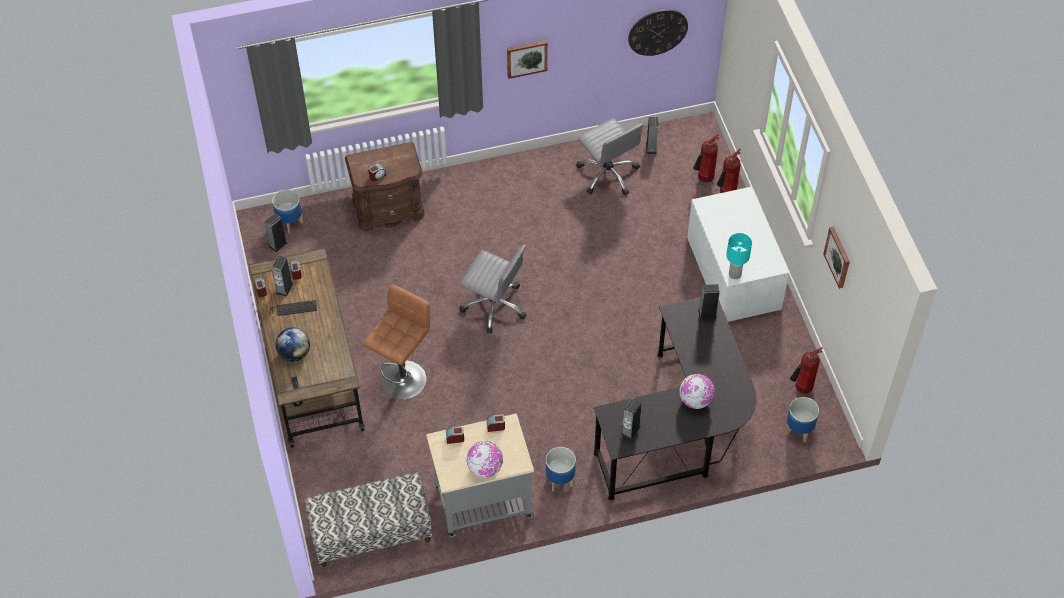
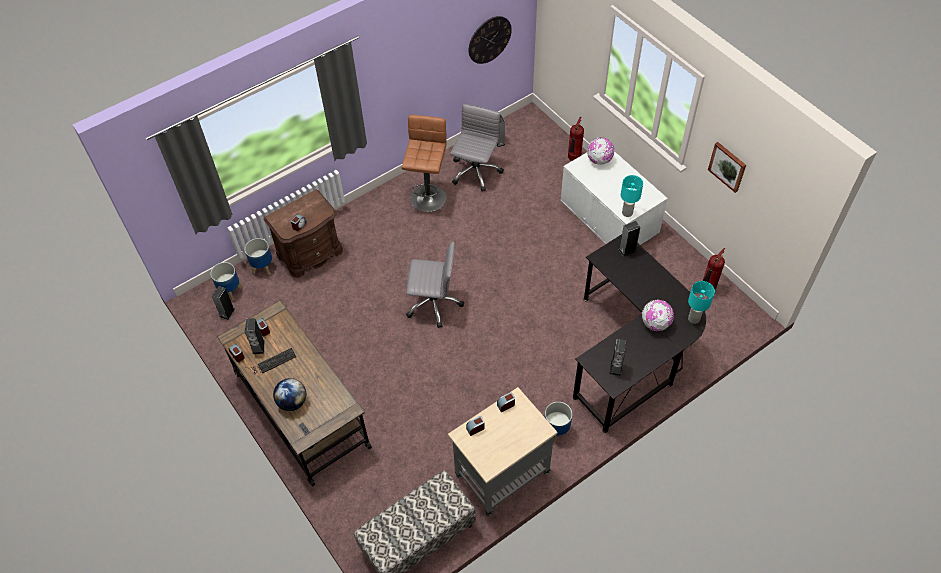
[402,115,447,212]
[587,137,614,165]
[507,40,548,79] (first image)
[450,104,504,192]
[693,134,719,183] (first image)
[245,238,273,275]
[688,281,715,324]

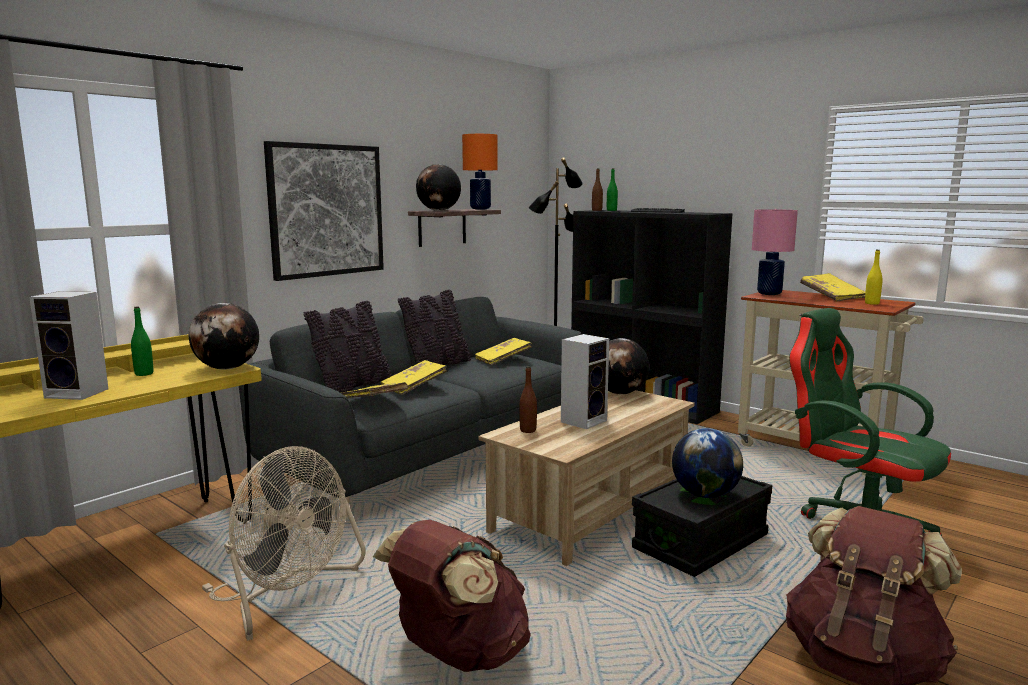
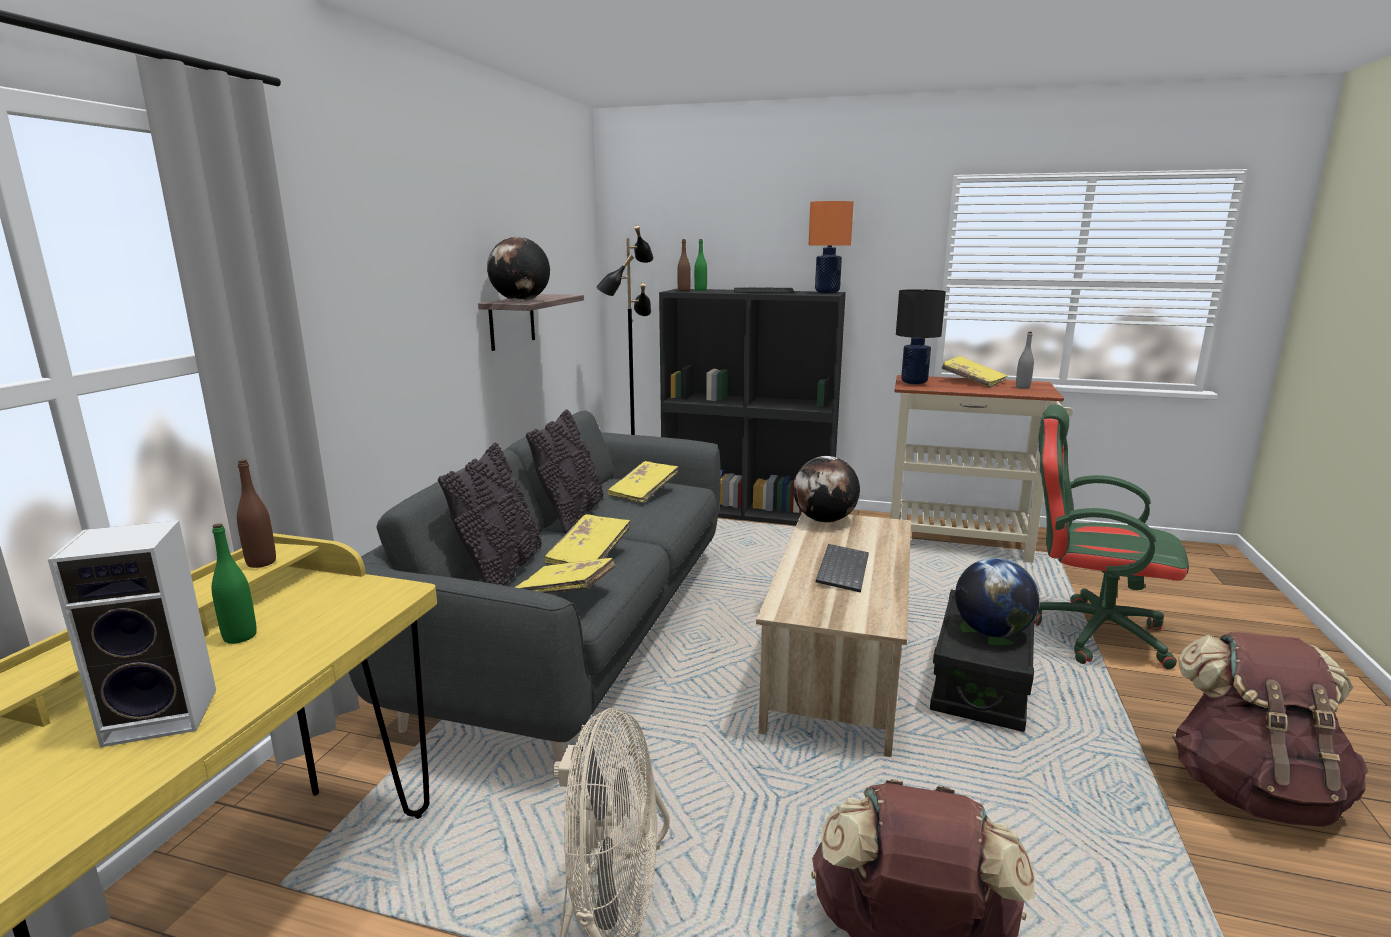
[188,303,259,370] (first image)
[264,141,384,281] (first image)
[809,201,854,293]
[237,459,276,568]
[816,544,869,593]
[896,289,946,385]
[1016,332,1034,389]

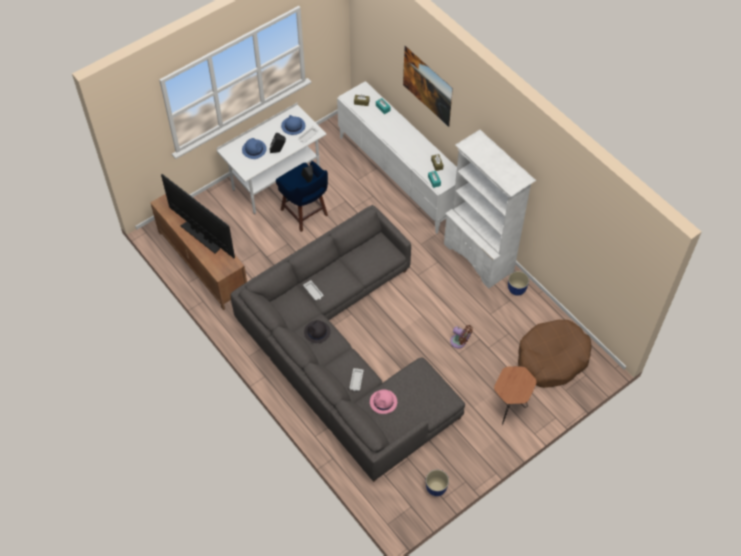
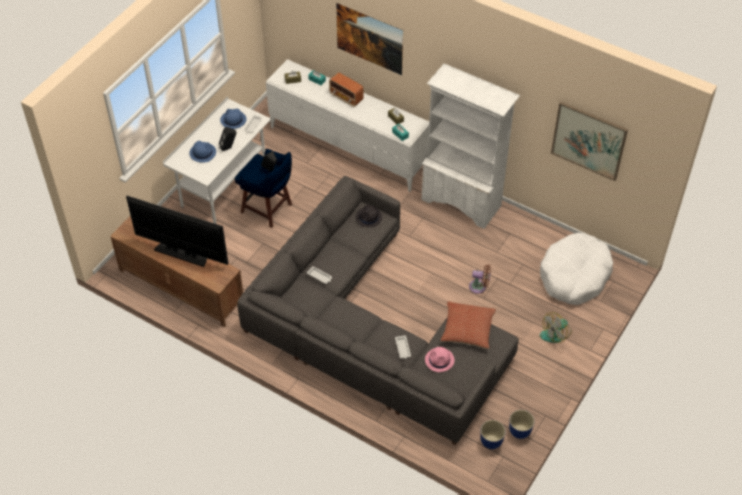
[355,205,382,227]
[540,312,572,343]
[480,420,506,449]
[540,233,613,305]
[329,72,363,107]
[441,301,496,349]
[551,101,628,181]

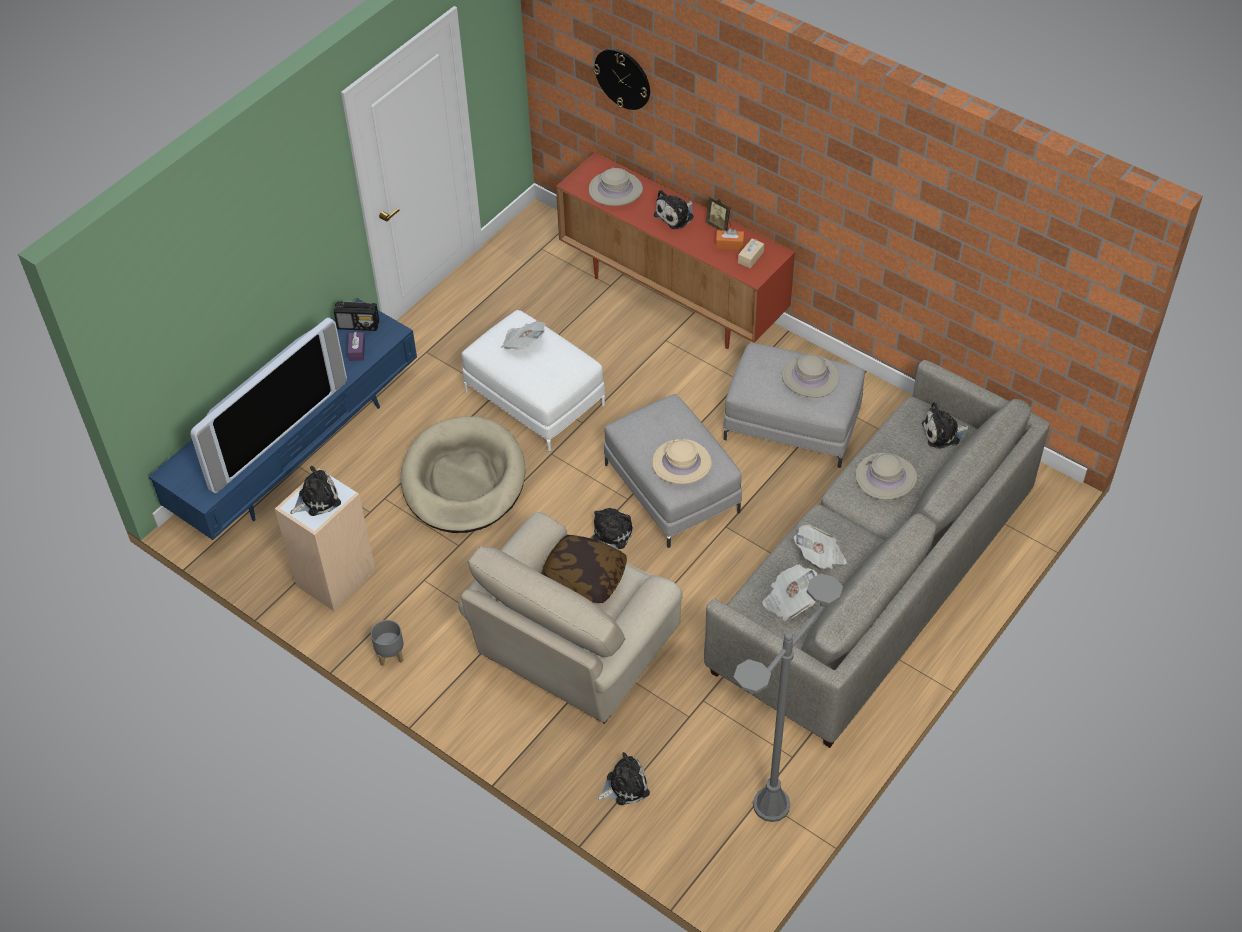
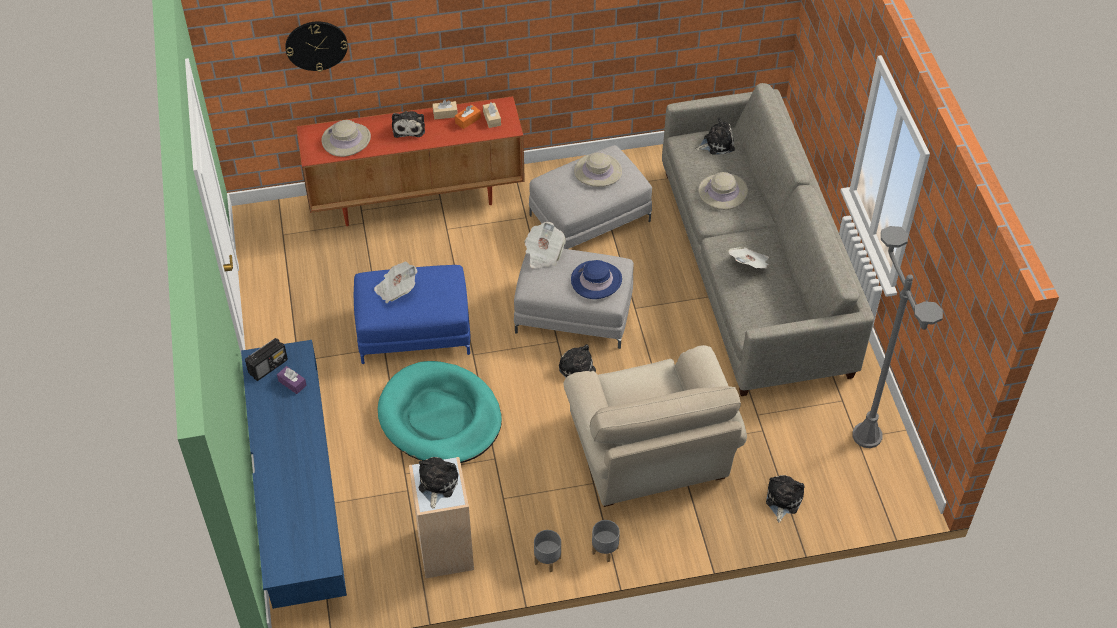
[190,318,347,493] (first image)
[378,361,502,463]
[354,265,470,364]
[541,535,627,603] (first image)
[571,260,622,299]
[433,100,458,119]
[525,222,566,269]
[696,117,735,154]
[592,520,620,562]

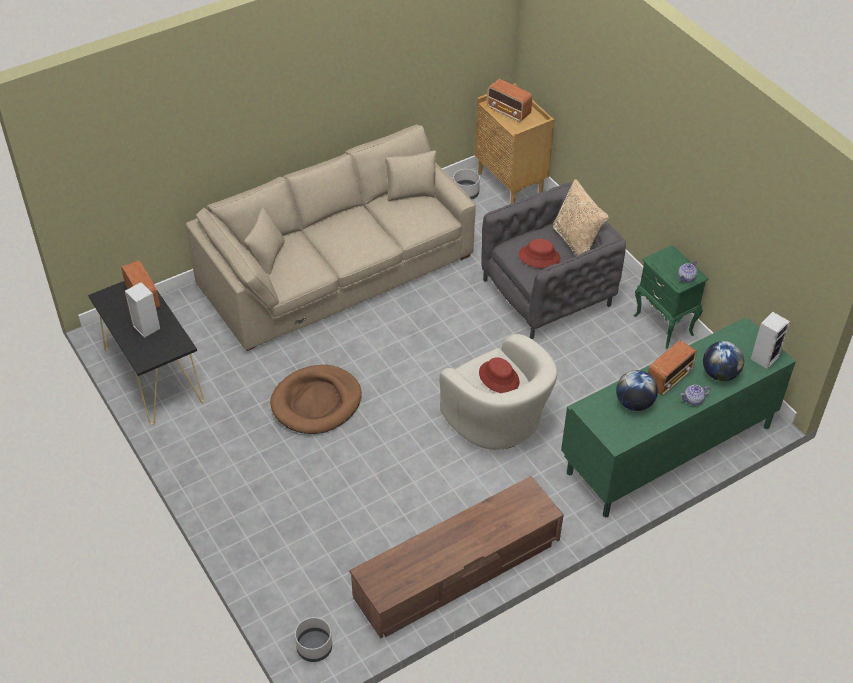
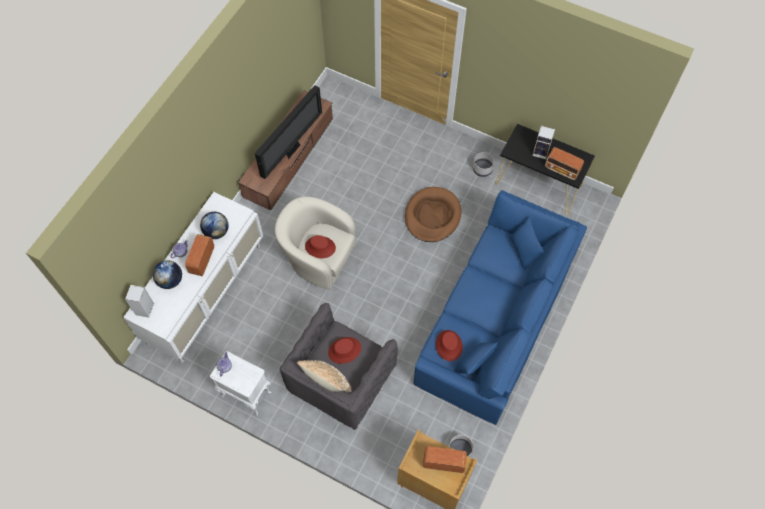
[414,190,587,425]
[473,152,494,177]
[123,192,263,363]
[210,351,271,416]
[255,85,322,179]
[436,330,463,361]

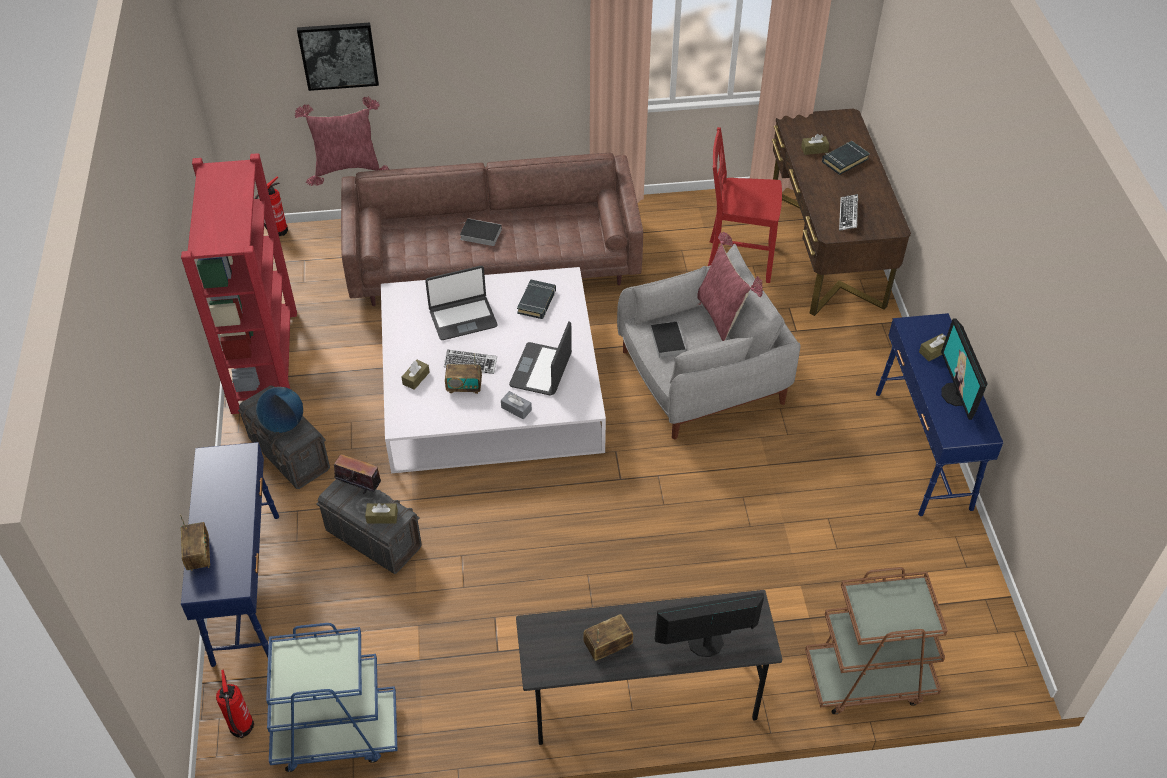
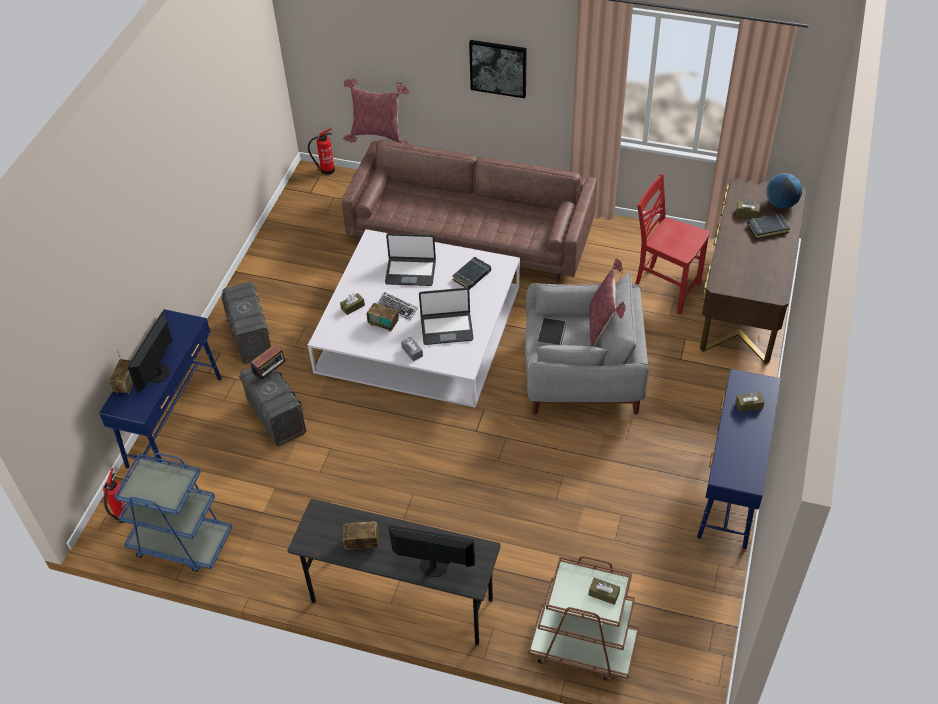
[181,153,297,414] (first image)
[766,173,802,209]
[469,40,527,98]
[251,344,287,380]
[589,578,620,605]
[460,218,502,246] (first image)
[419,288,474,345]
[839,194,858,231] (first image)
[128,312,173,393]

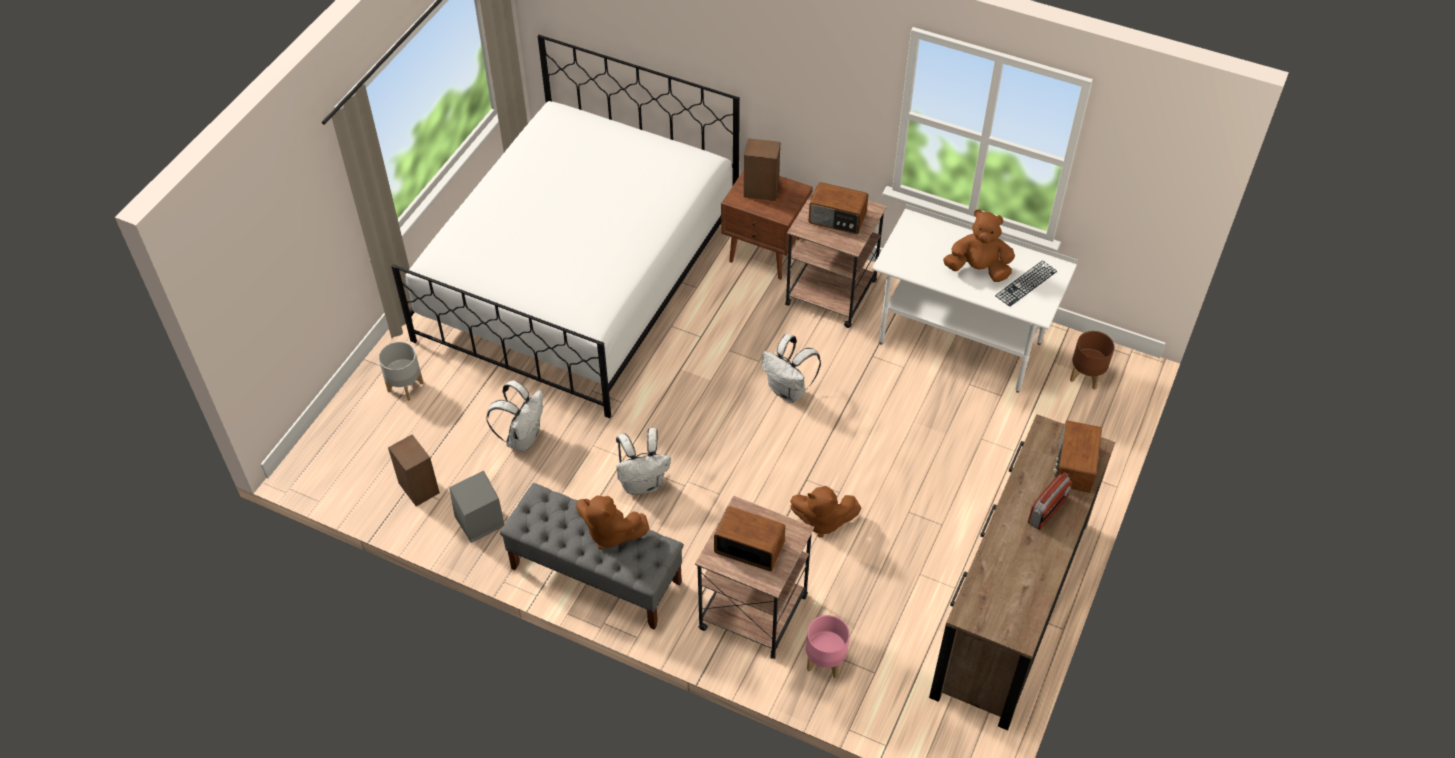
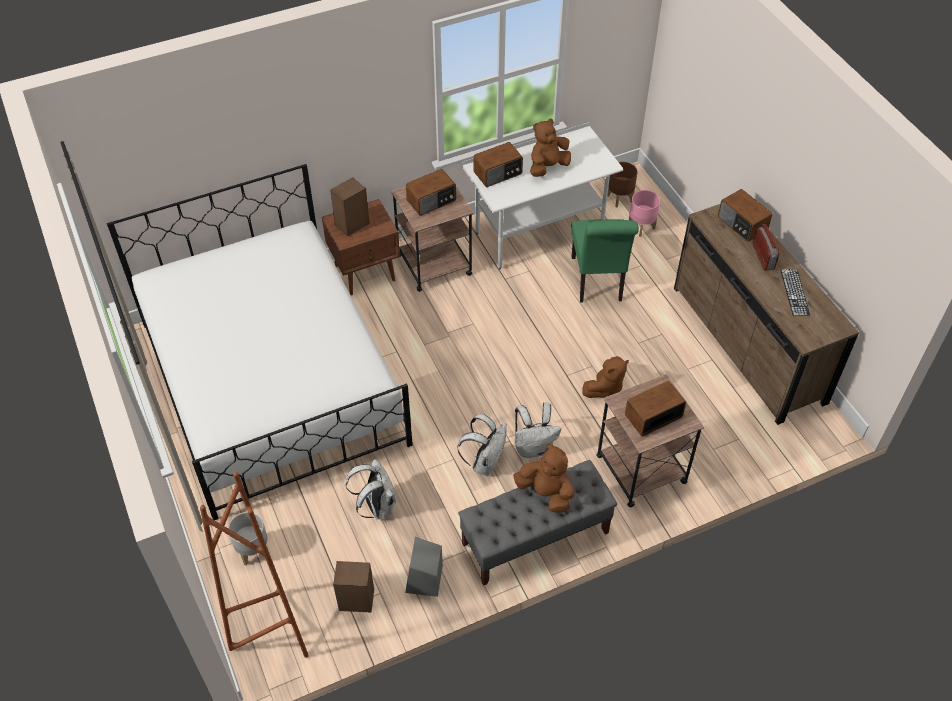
[513,443,574,513]
[515,402,561,458]
[629,190,660,237]
[780,269,810,316]
[200,472,309,658]
[473,142,523,187]
[571,219,639,303]

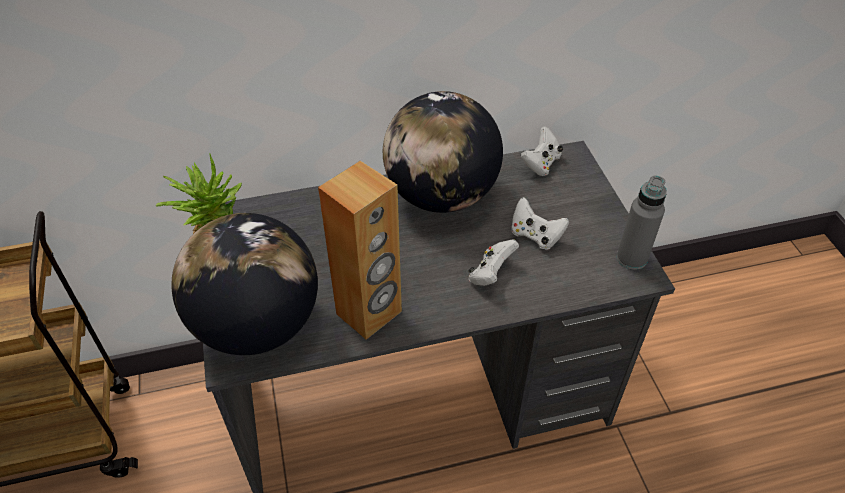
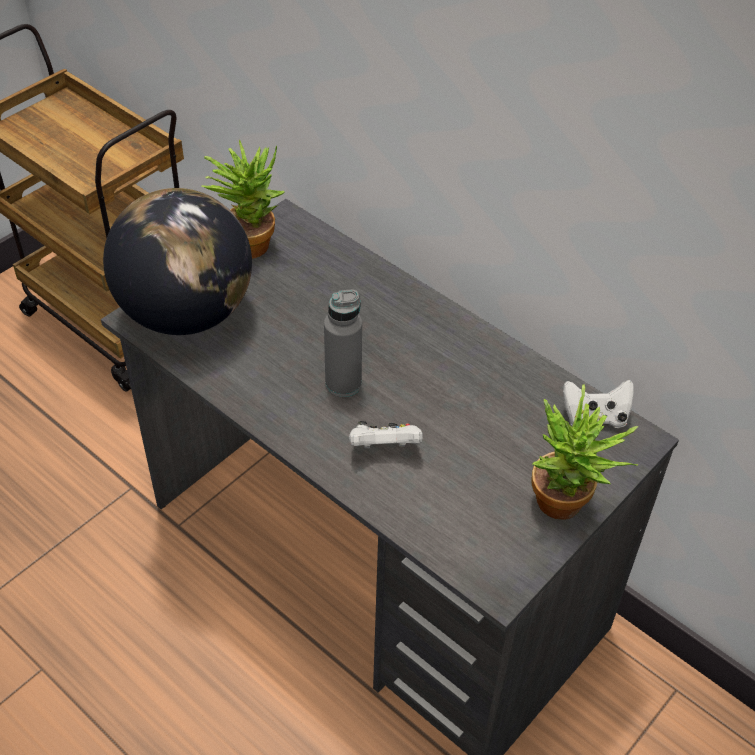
[318,161,402,340] (first image)
[383,91,503,213] (first image)
[511,197,569,250] (first image)
[324,290,362,397]
[531,384,638,520]

